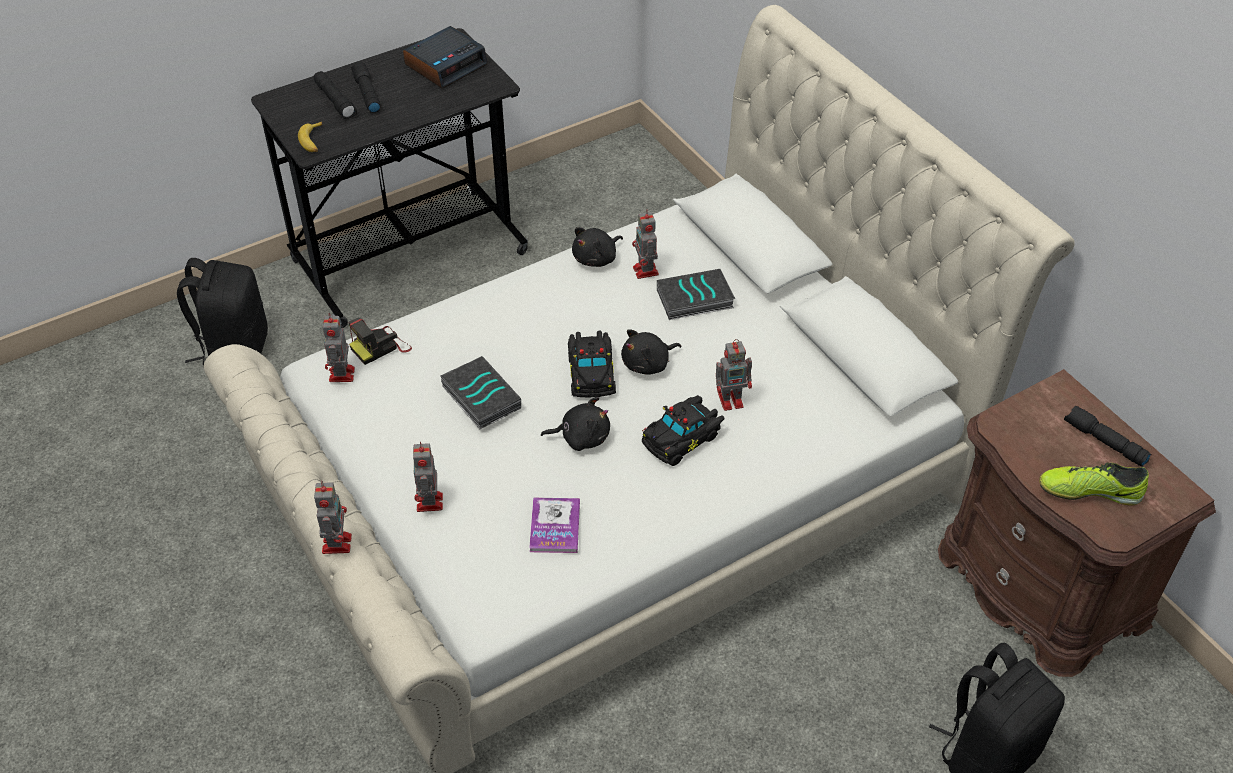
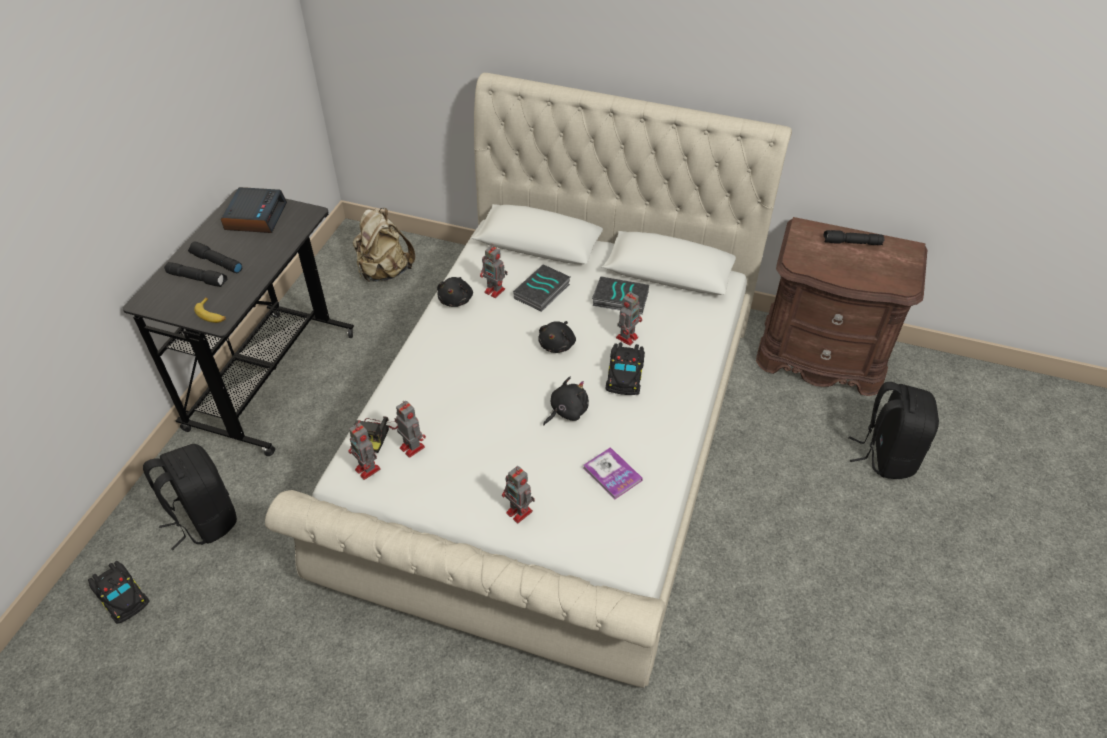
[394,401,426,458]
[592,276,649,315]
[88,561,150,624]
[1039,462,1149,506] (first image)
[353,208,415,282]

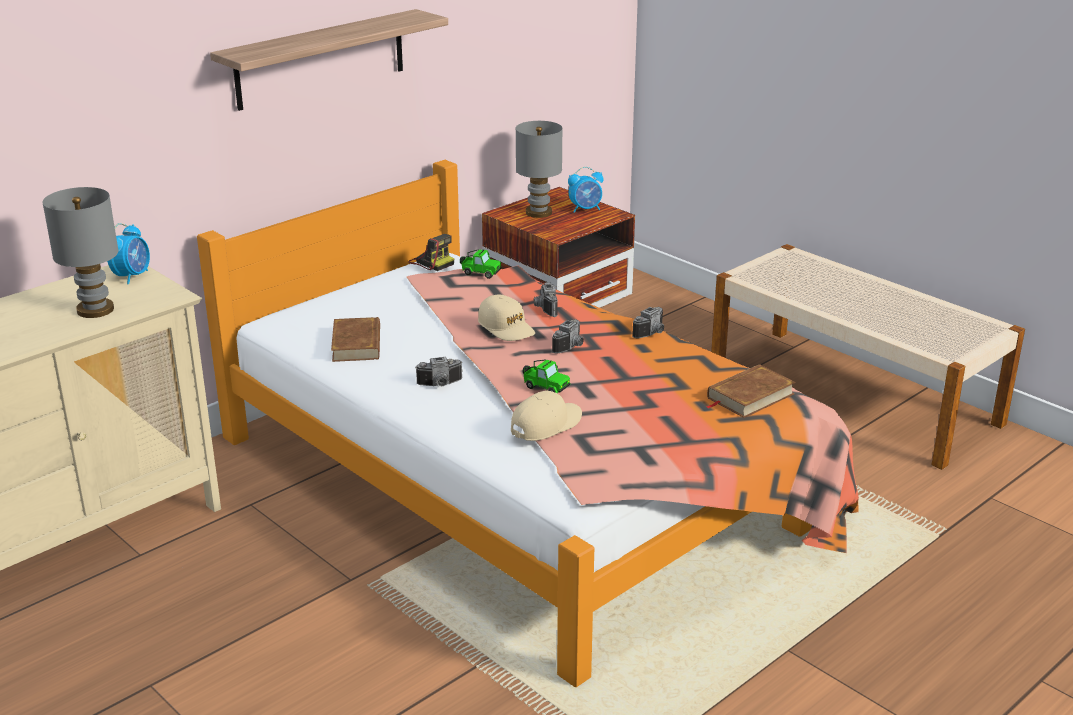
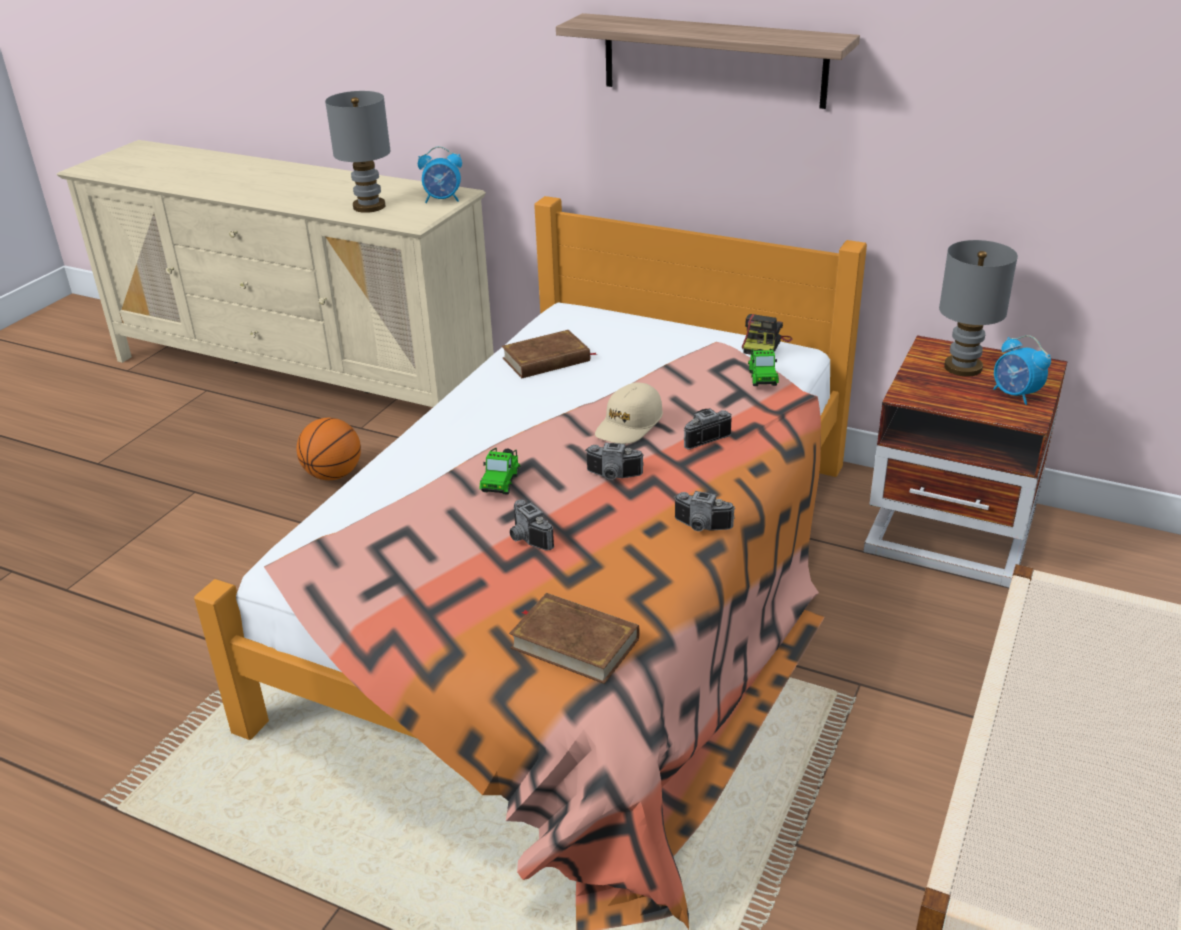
[510,500,554,550]
[511,391,582,441] (first image)
[297,418,361,480]

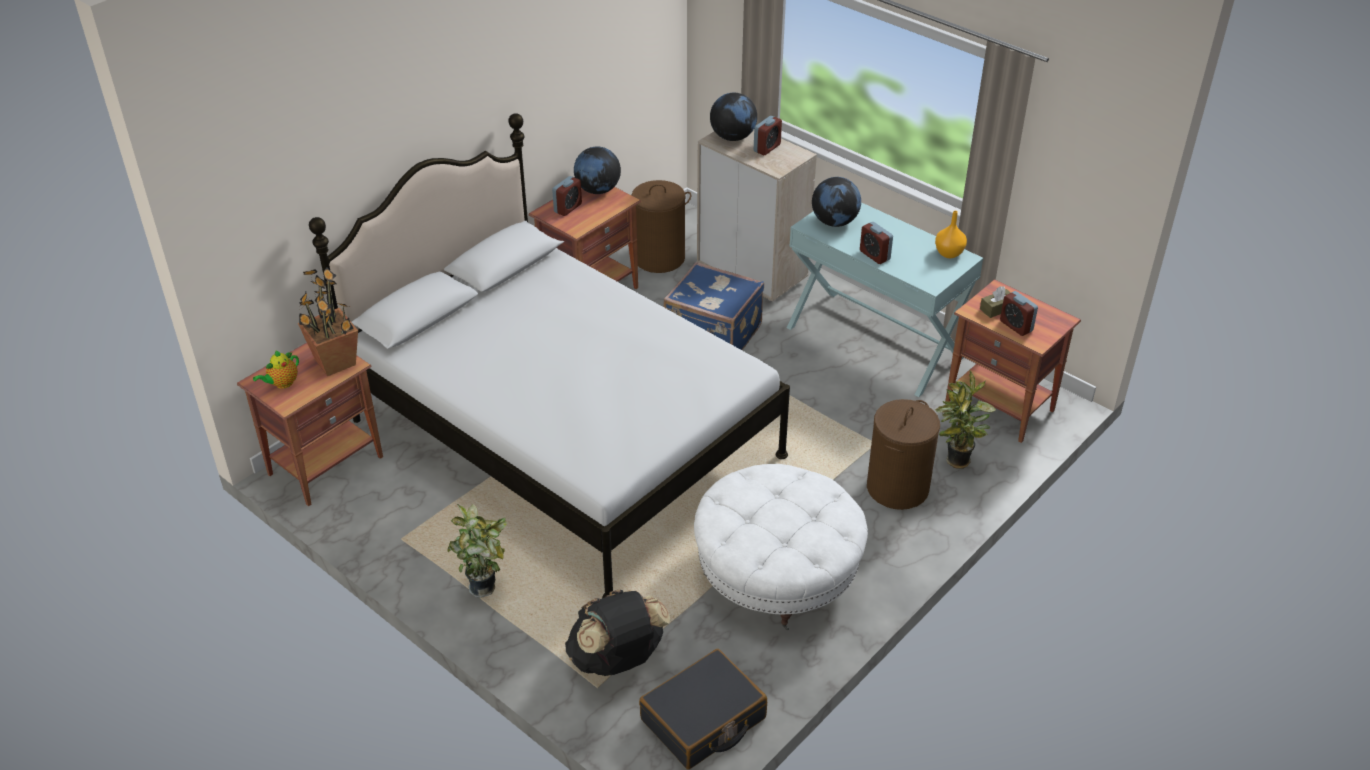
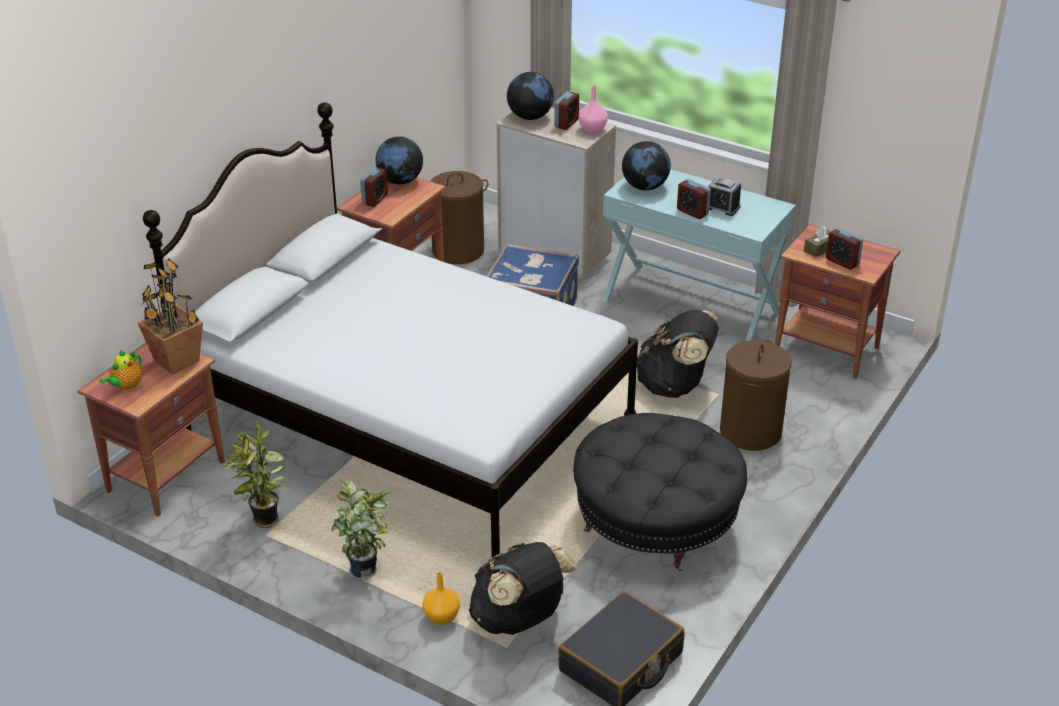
[573,413,747,571]
[422,572,460,625]
[222,418,286,528]
[579,85,608,133]
[637,310,719,398]
[709,176,741,216]

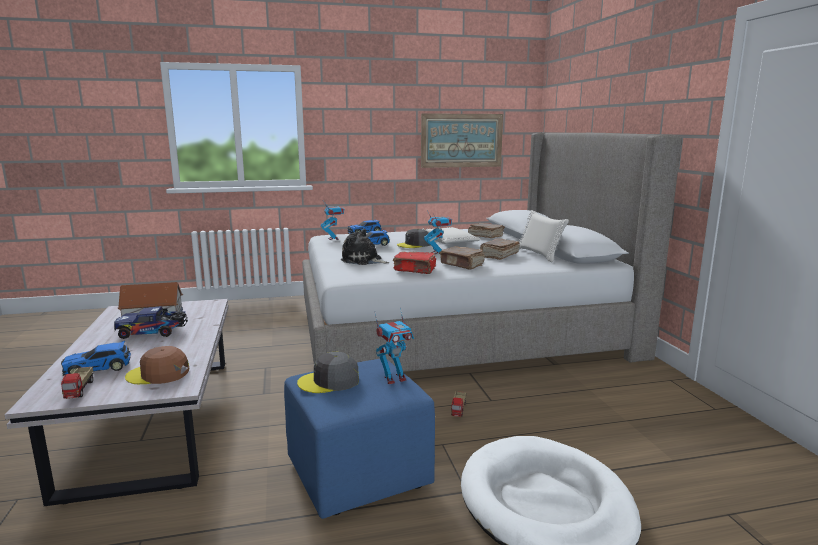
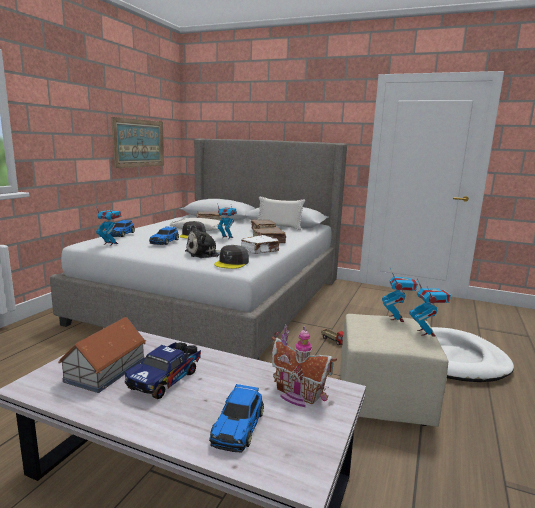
[61,367,93,399] (first image)
[272,324,337,407]
[340,314,448,427]
[214,245,249,269]
[241,235,280,254]
[409,279,451,337]

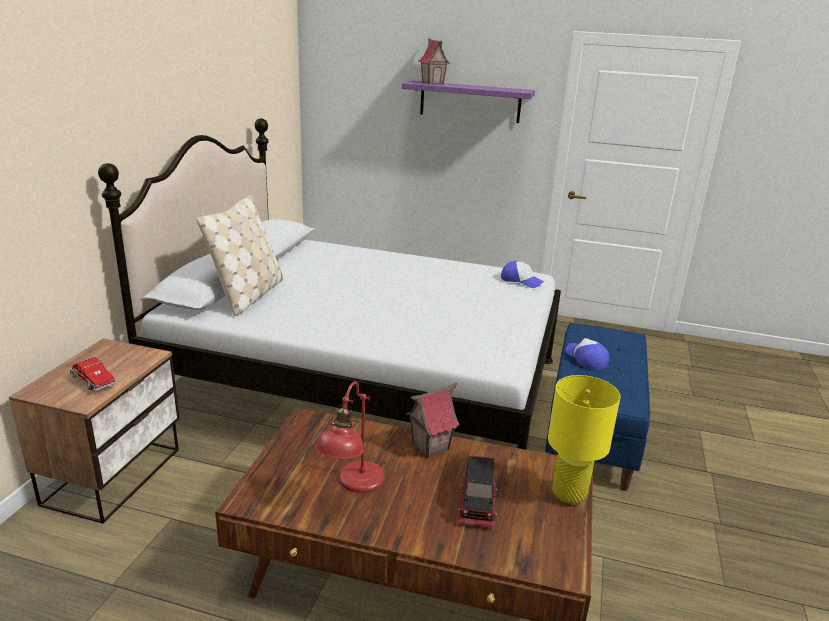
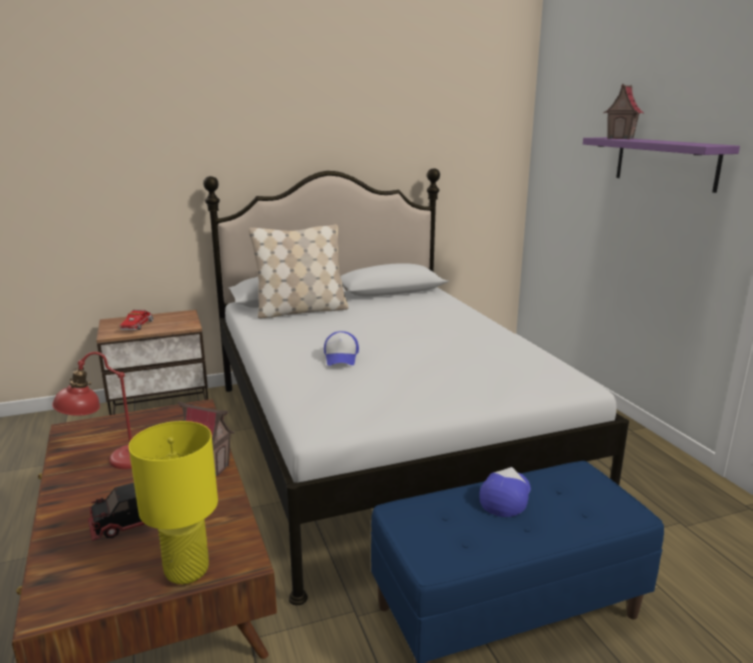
[324,331,359,366]

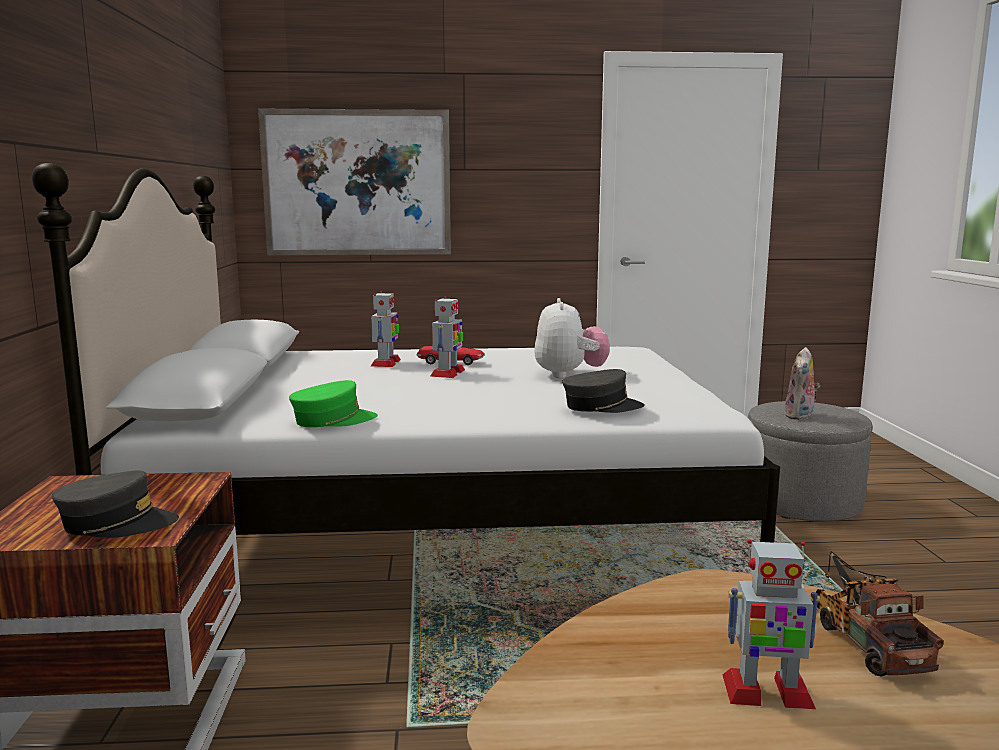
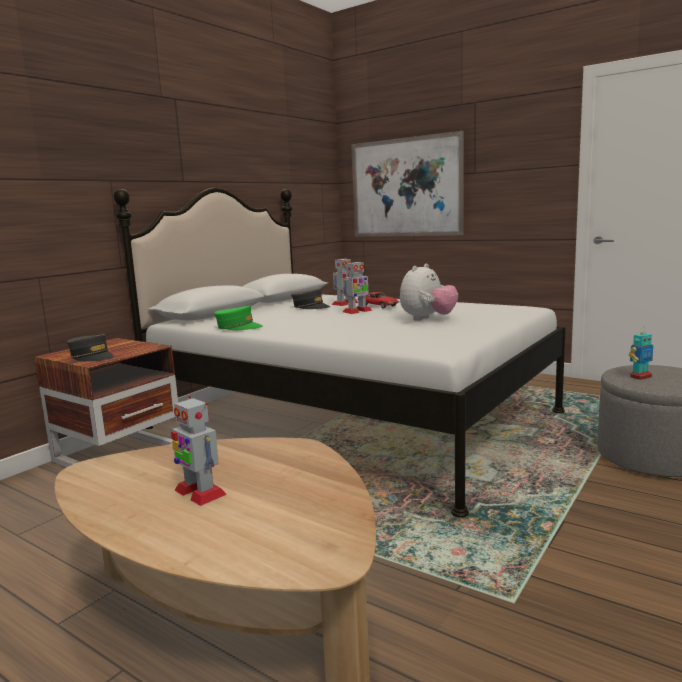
[291,289,330,309]
[629,329,653,380]
[816,551,944,676] (first image)

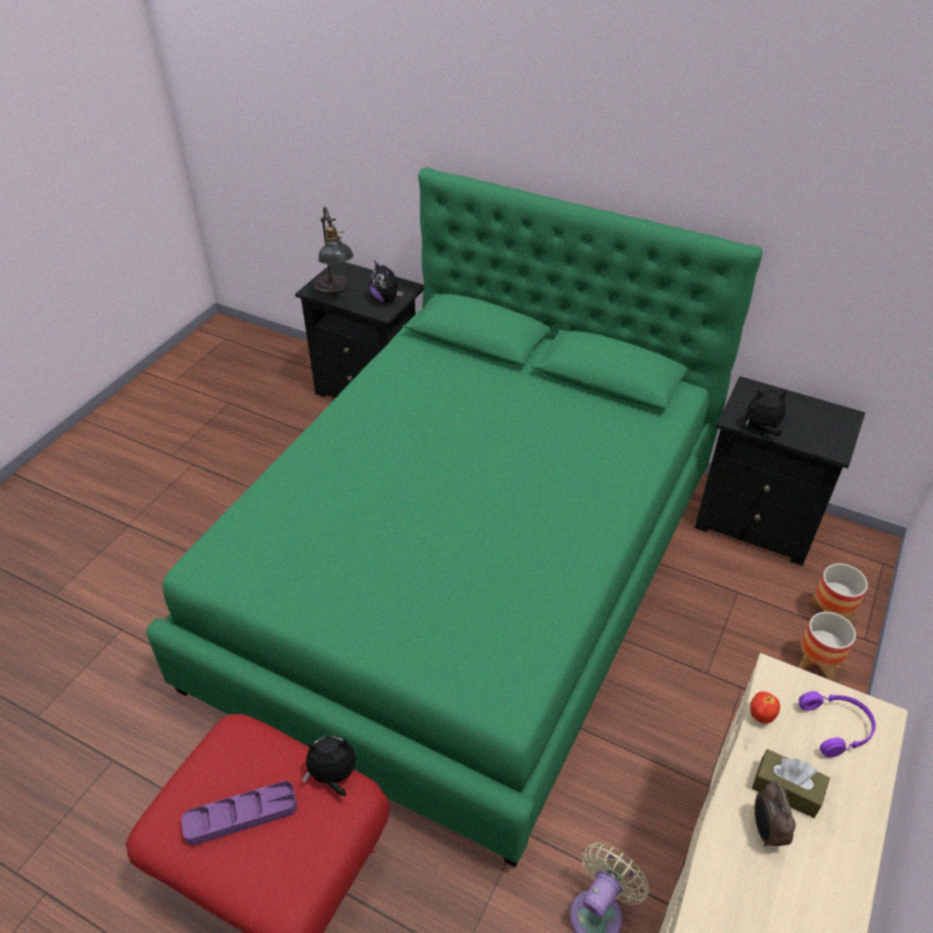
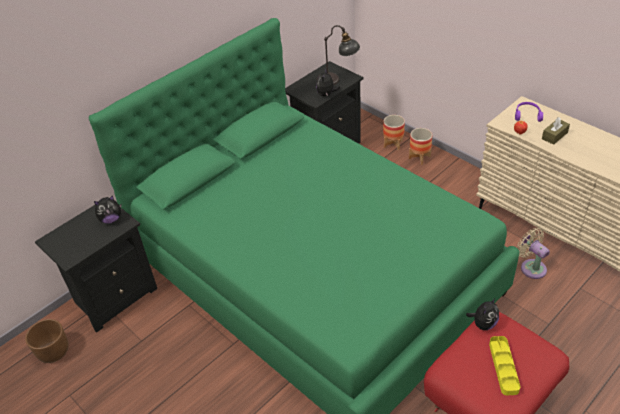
[489,336,520,395]
[466,298,499,330]
[317,25,360,85]
[755,782,796,847] (first image)
[25,319,69,363]

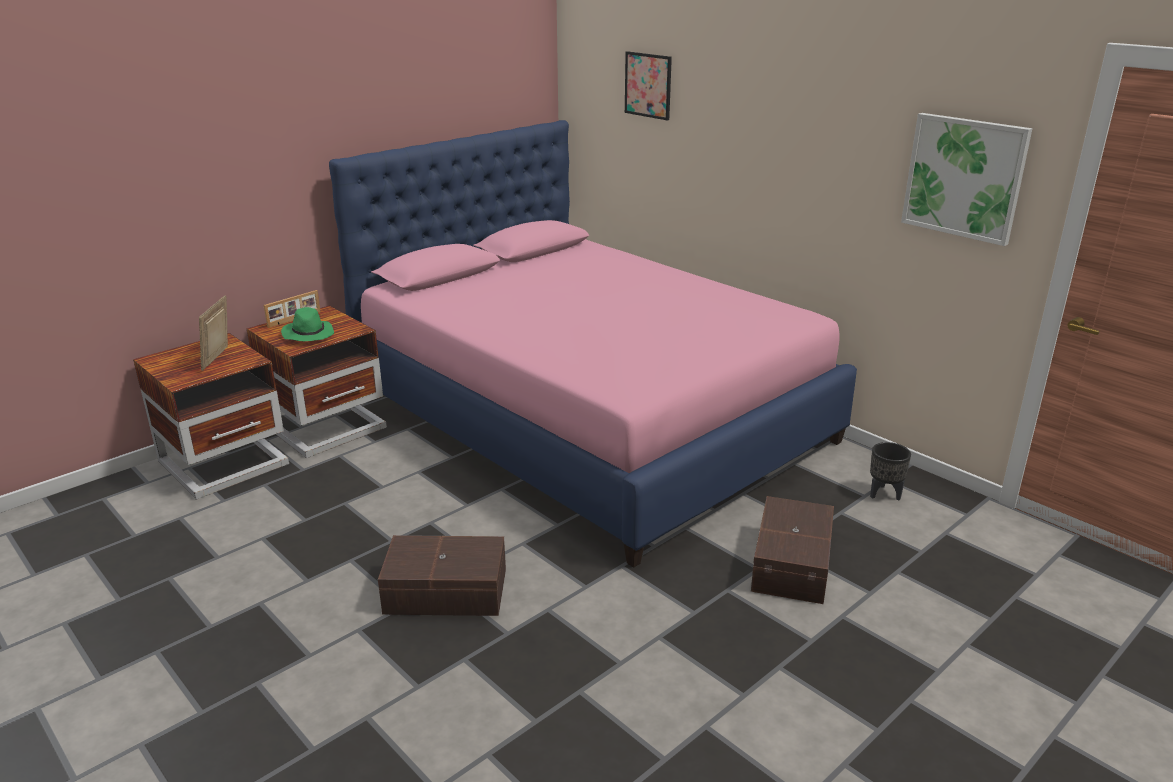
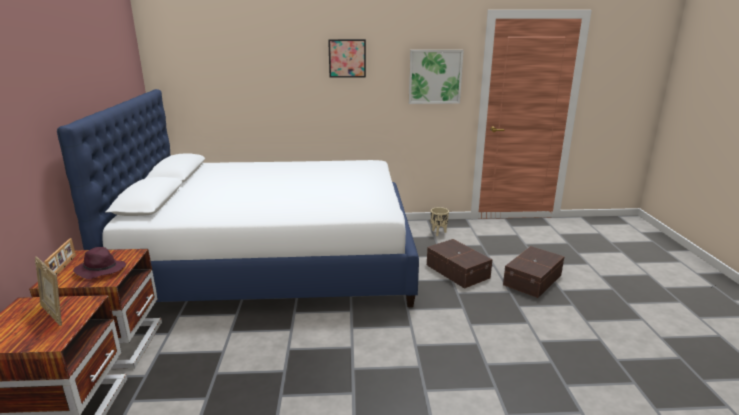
[73,247,126,279]
[57,89,419,307]
[503,246,564,298]
[328,39,366,78]
[431,207,449,236]

